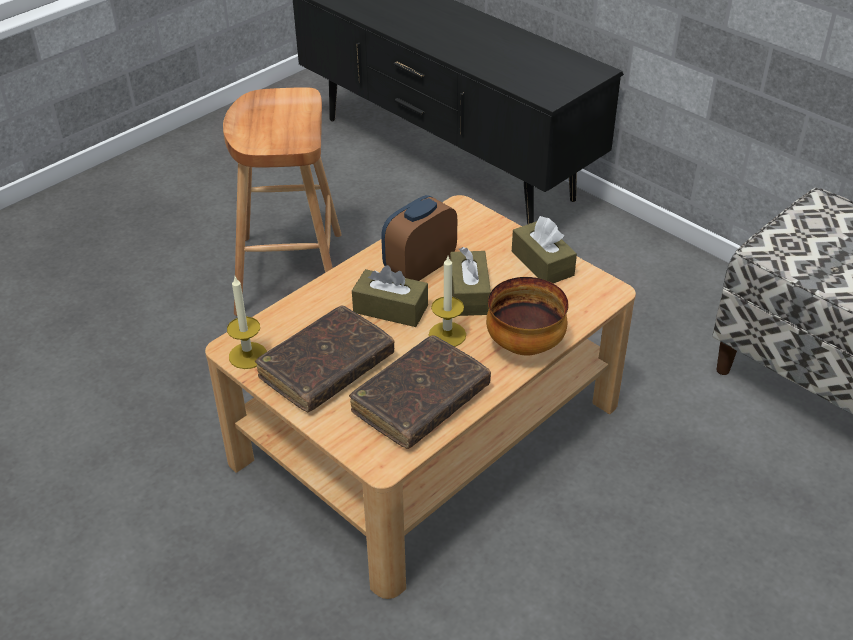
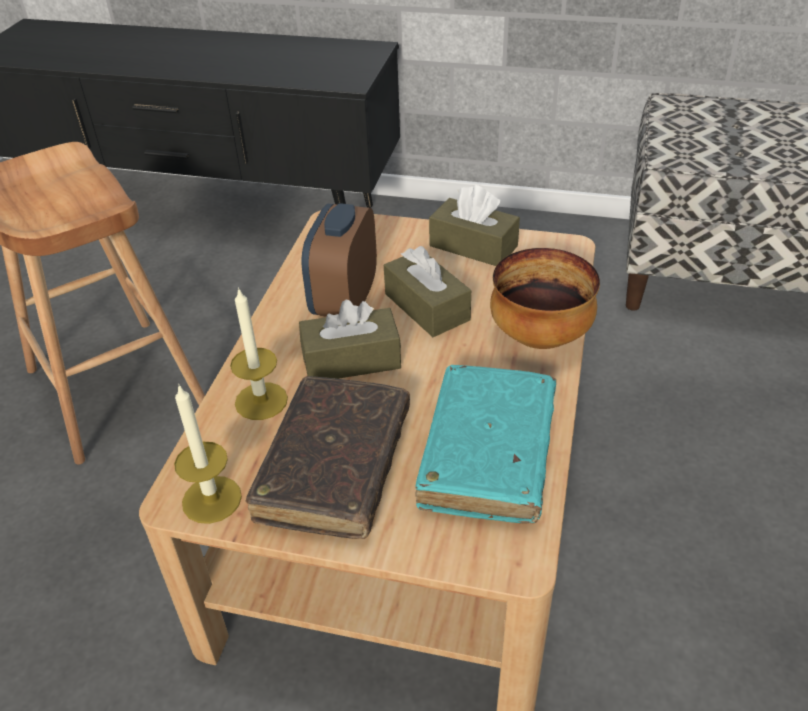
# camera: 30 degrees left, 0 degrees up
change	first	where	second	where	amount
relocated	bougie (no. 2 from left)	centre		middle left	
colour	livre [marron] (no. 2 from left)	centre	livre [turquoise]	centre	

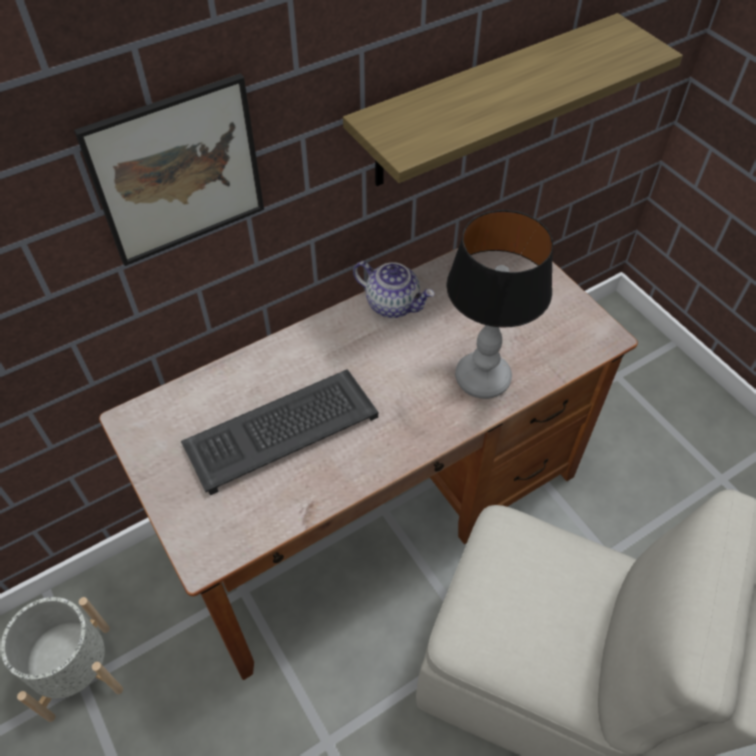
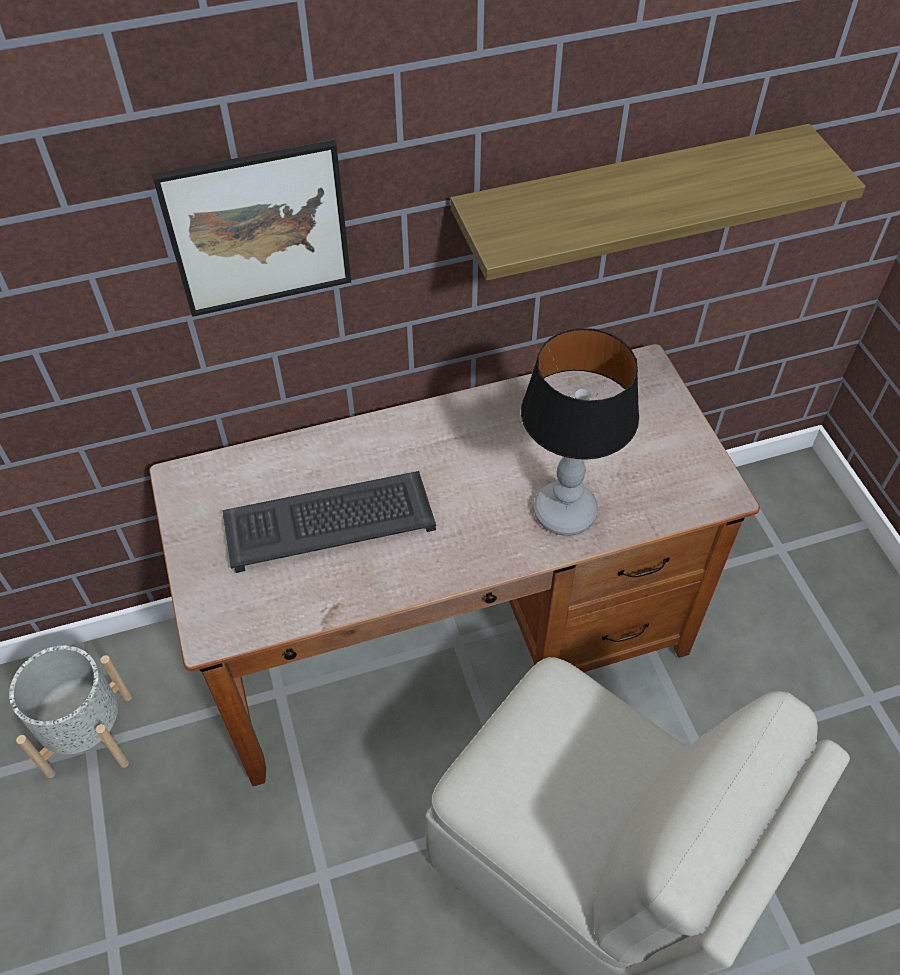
# camera: 15 degrees right, 0 degrees up
change	first	where	second	where	amount
missing	théière	centre			

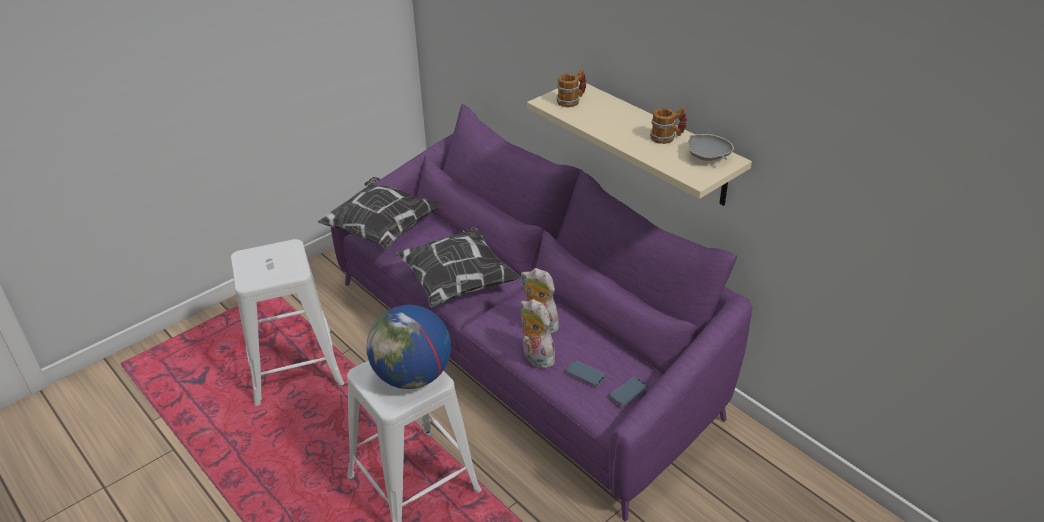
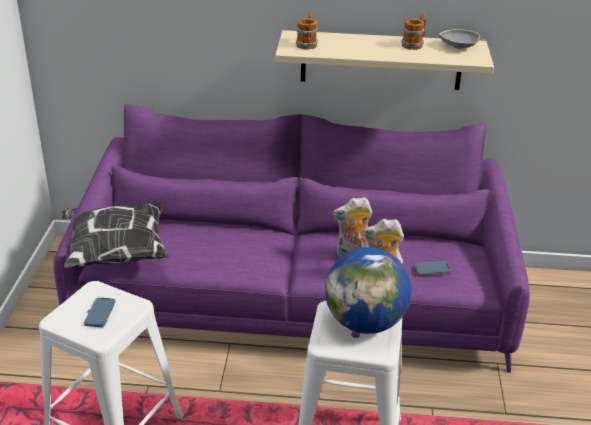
# camera: 45 degrees left, 5 degrees down
change	first	where	second	where	amount
missing	coussin (no. 2 from left)	centre			
relocated	téléphone (no. 2 from left in the first image)	bottom centre	téléphone (no. 1 from left)	bottom left	

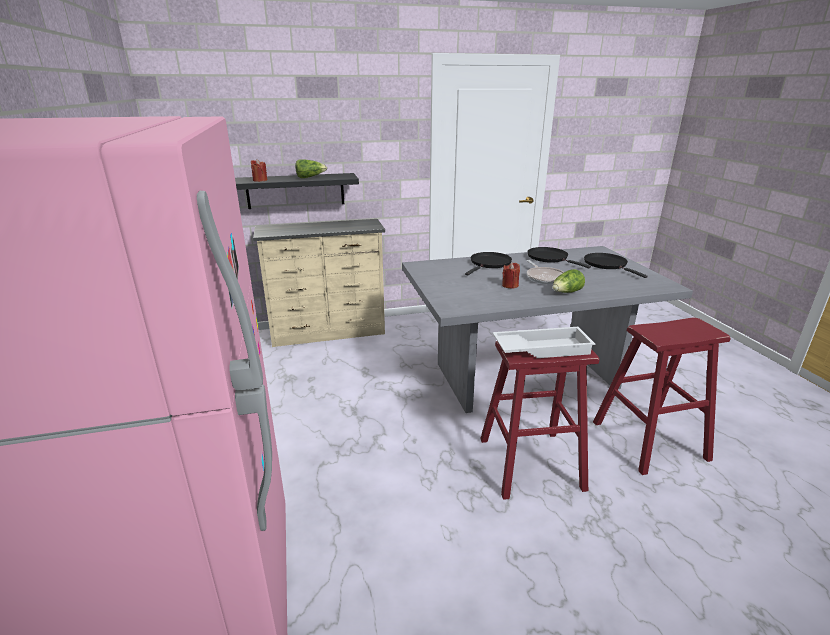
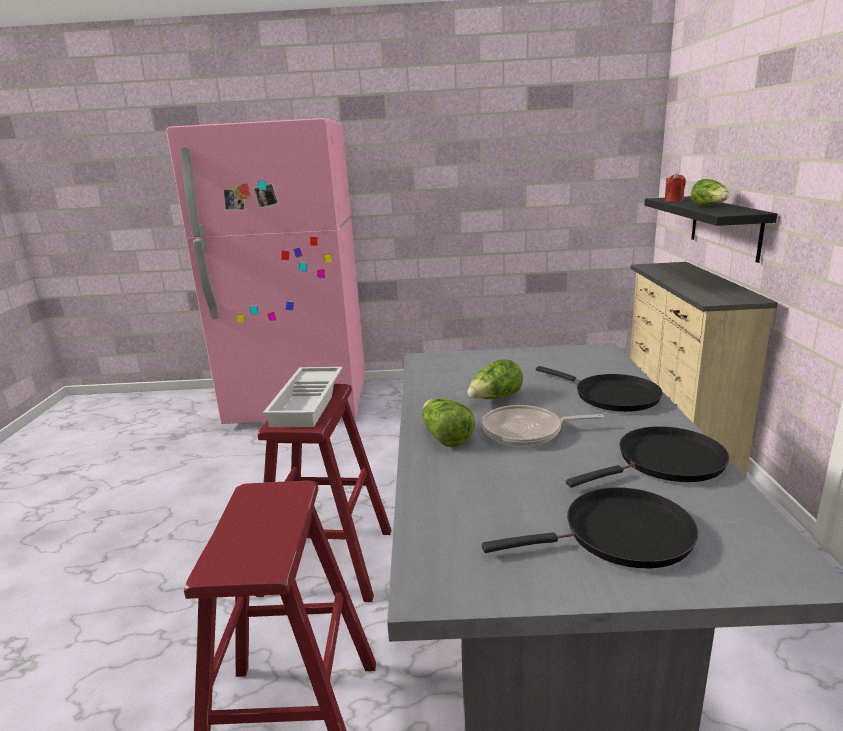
# camera: 105 degrees right, 5 degrees down
change	first	where	second	where	amount
exchanged	bougie [rouge] (no. 2 from left)	centre	laitue (no. 2 from left)	centre	

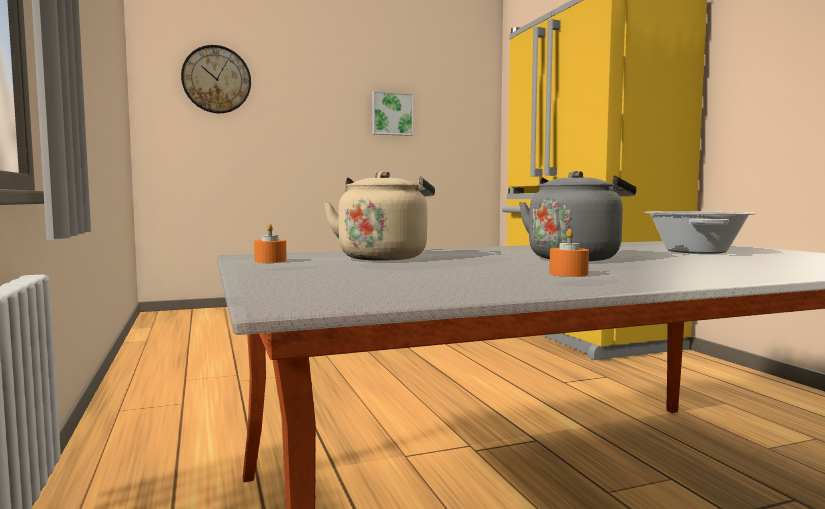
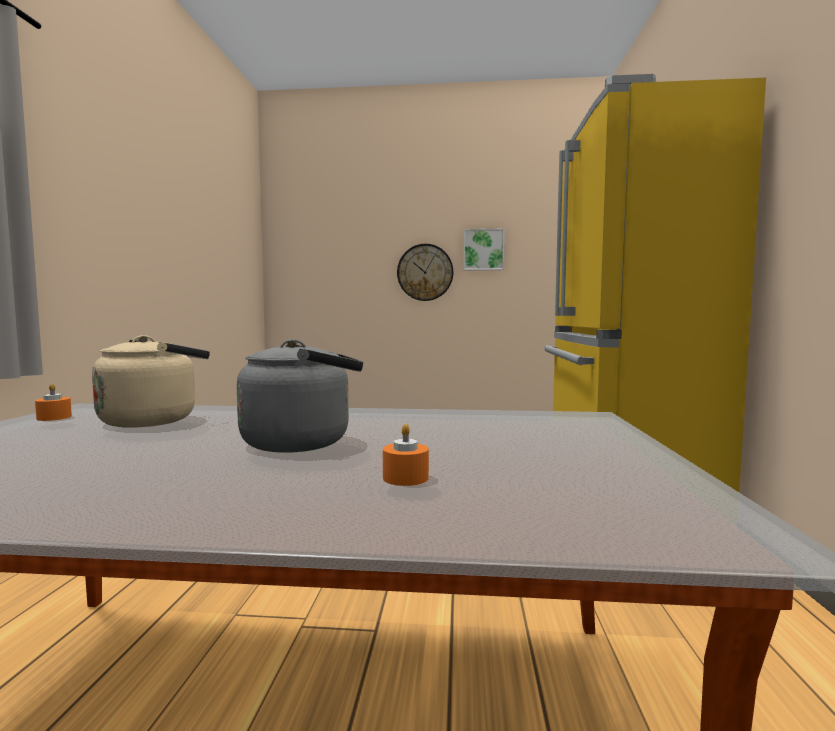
# camera: 25 degrees right, 0 degrees up
change	first	where	second	where	amount
missing	marmite	middle right			
relocated	horloge murale	top left		centre	
relocated	bougie [orange] (no. 2 from left)	middle right		centre	

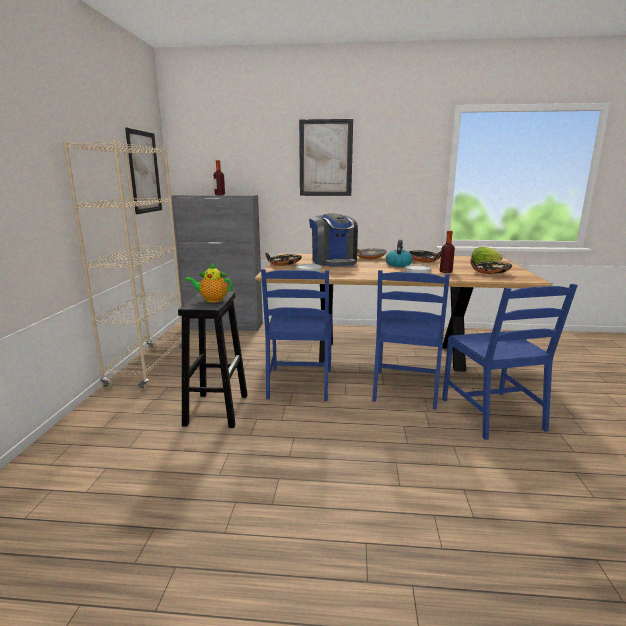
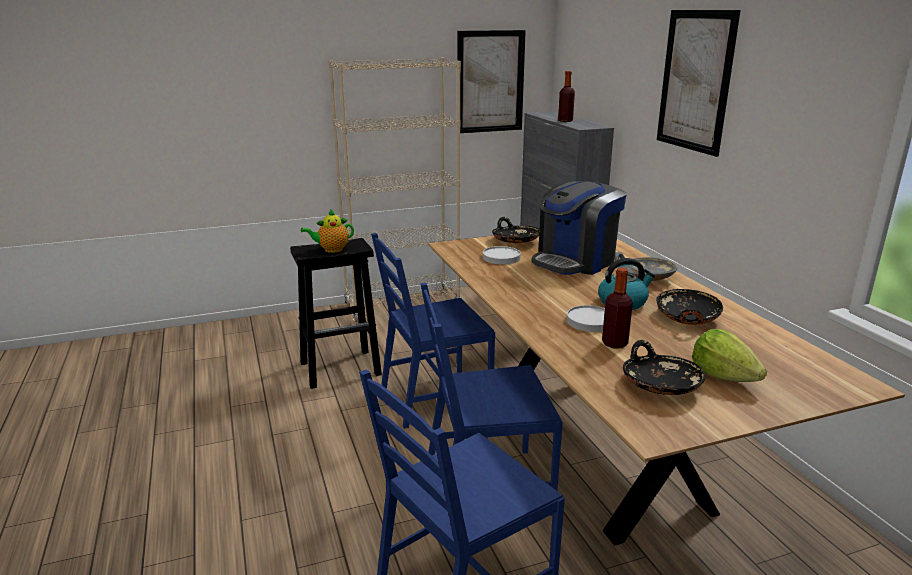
# camera: 65 degrees right, 5 degrees up
change	first	where	second	where	amount
spun	théière	middle left		centre	90 degrees counterclockwise

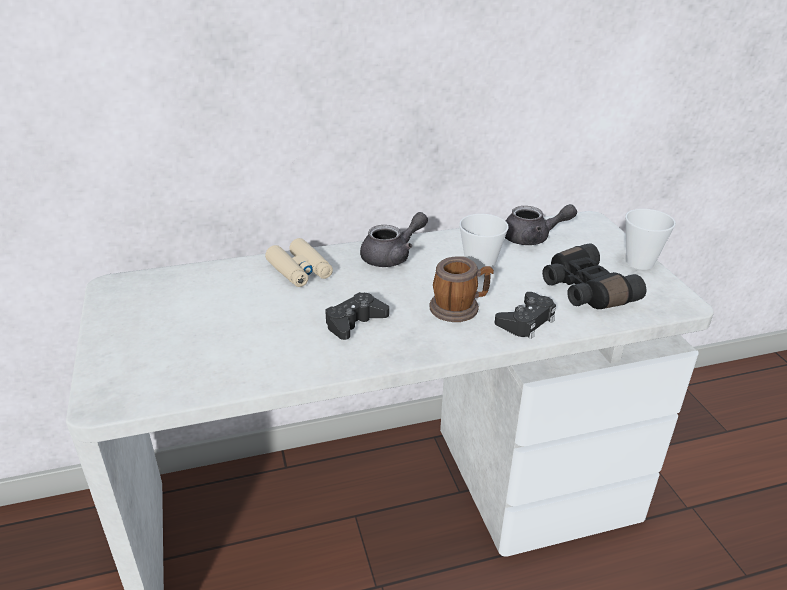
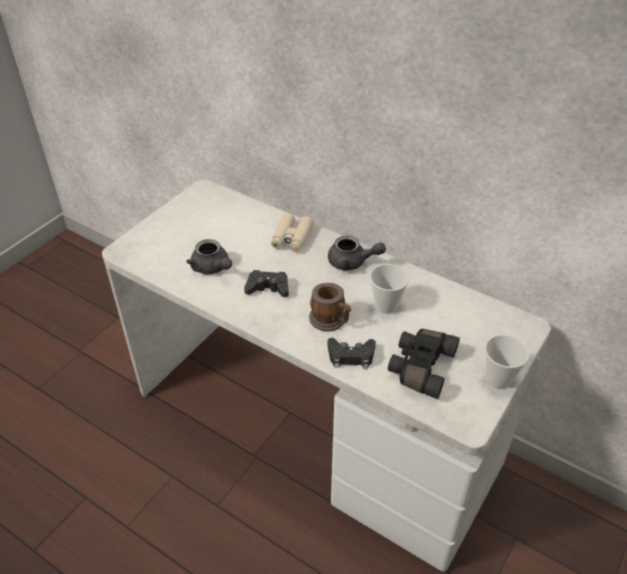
# camera: 50 degrees right, 10 degrees up
change	first	where	second	where	amount
relocated	théière [gris] (no. 2 from left in the first image)	middle right	théière [gris] (no. 1 from left)	centre	

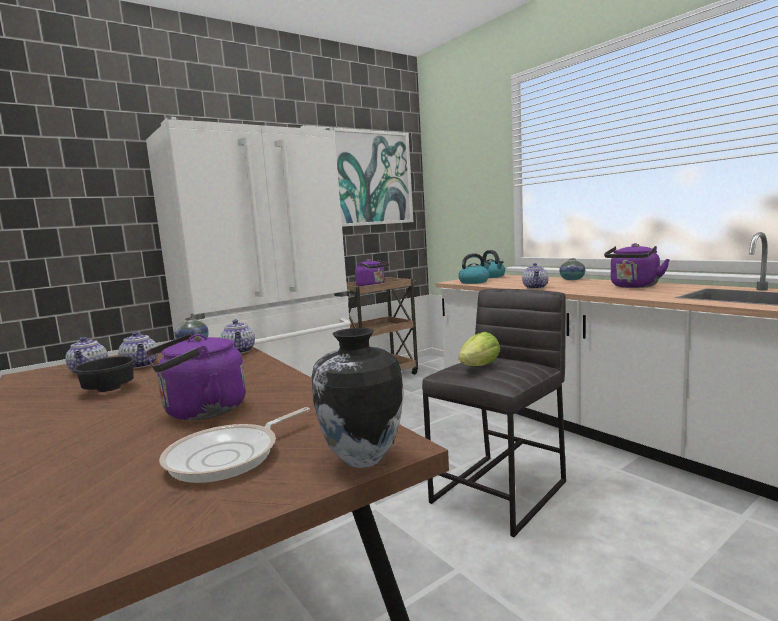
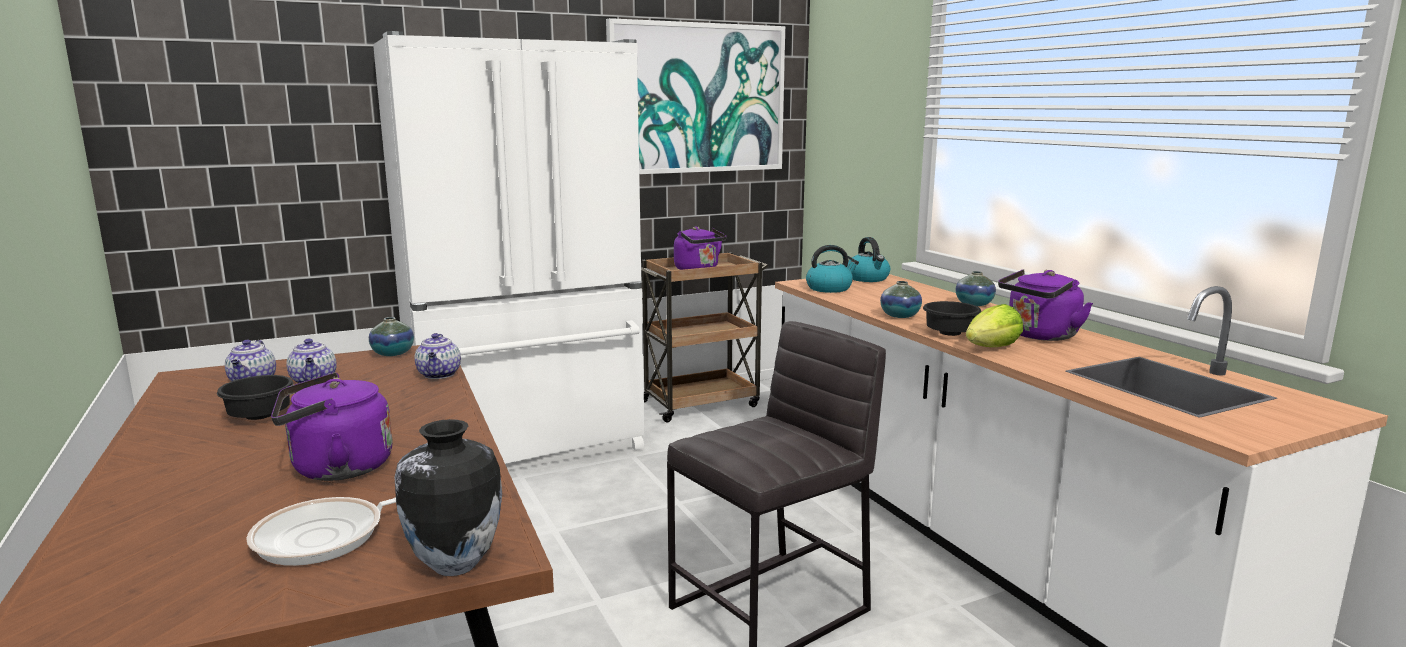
# camera: 10 degrees right, 5 degrees up
change	first	where	second	where	amount
appeared			bol [noir] (no. 2 from left)	middle right	
relocated	laitue	centre		middle right	
exchanged	théière (no. 4 from left)	middle right	vase (no. 3 from left)	centre	

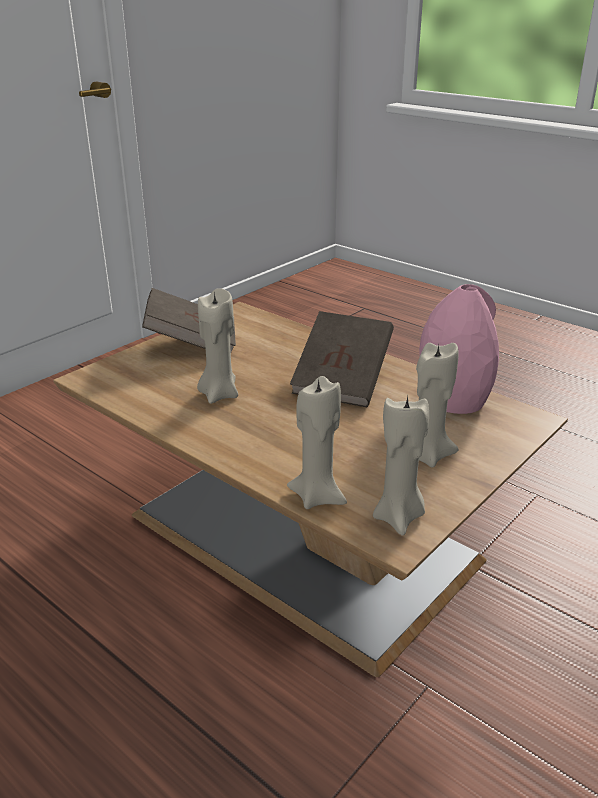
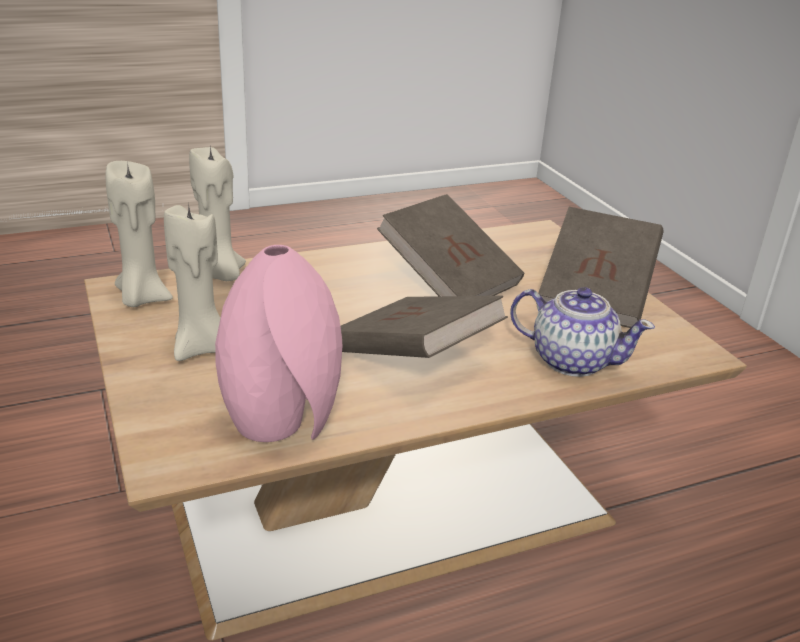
# camera: 115 degrees right, 0 degrees up
change	first	where	second	where	amount
appeared			théière	middle right	
exchanged	bougie [beige] (no. 1 from left)	centre	livre [marron] (no. 2 from left)	centre	

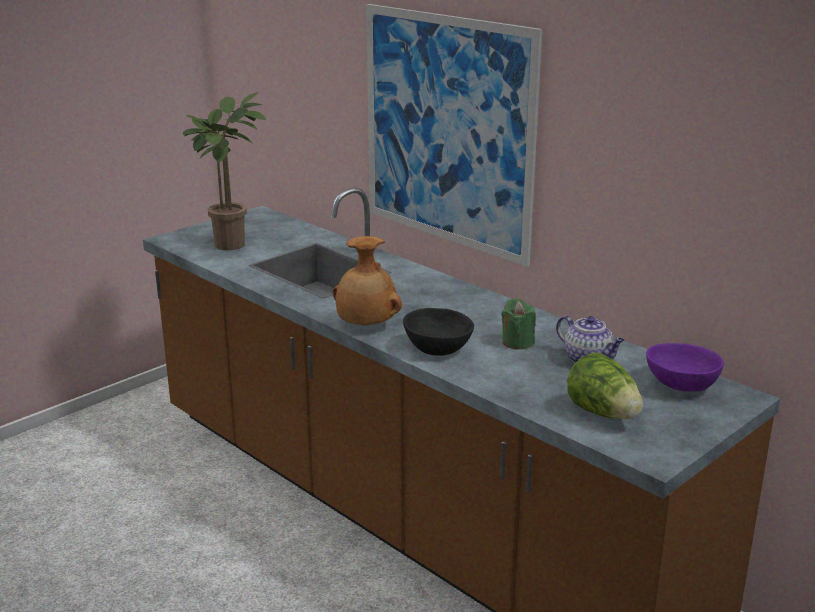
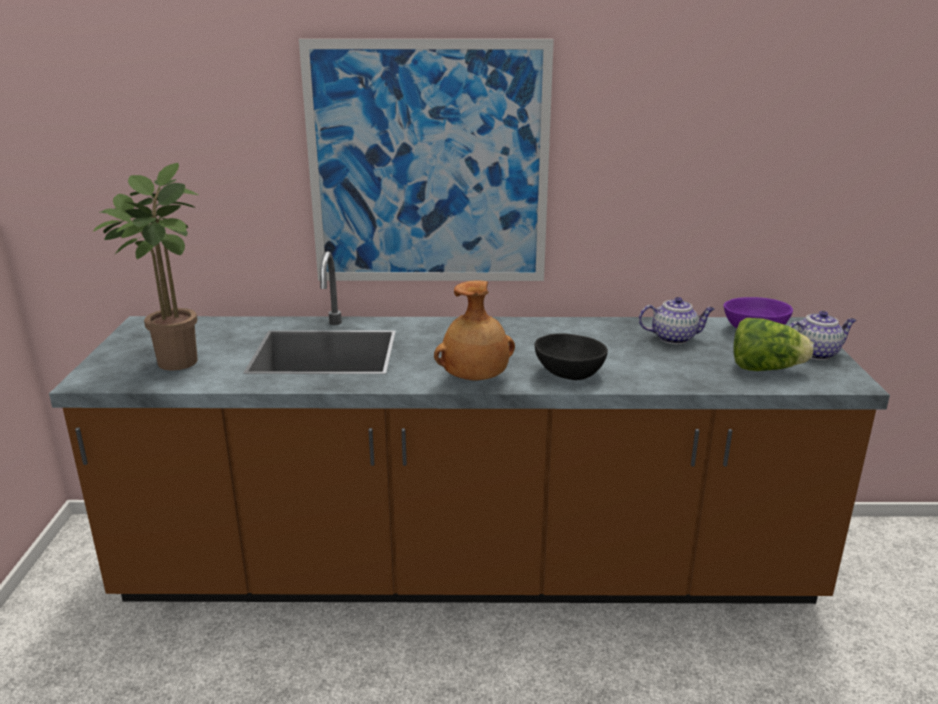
# camera: 45 degrees left, 0 degrees up
change	first	where	second	where	amount
missing	bougie [vert]	centre			
appeared			théière (no. 2 from left)	middle right	

